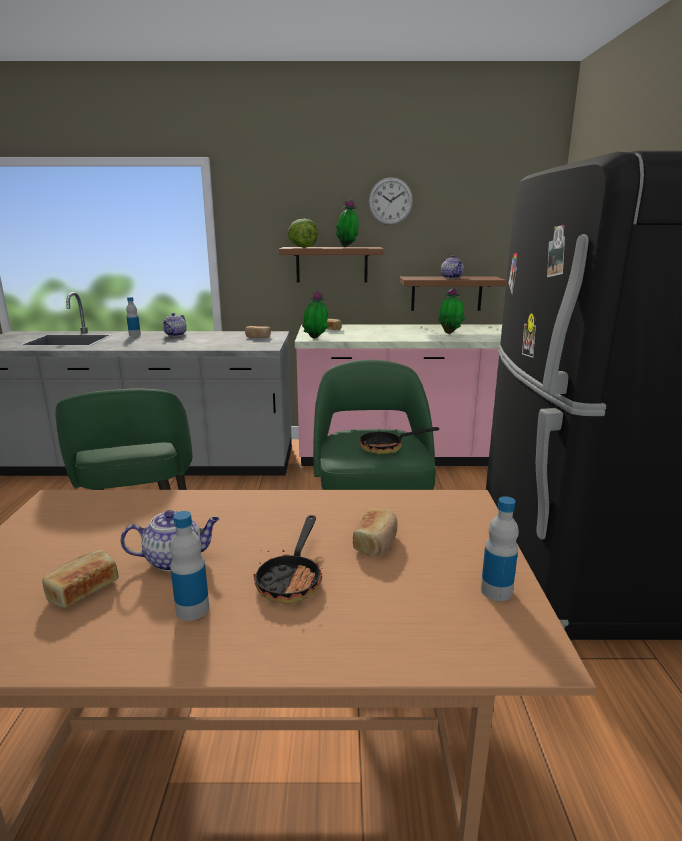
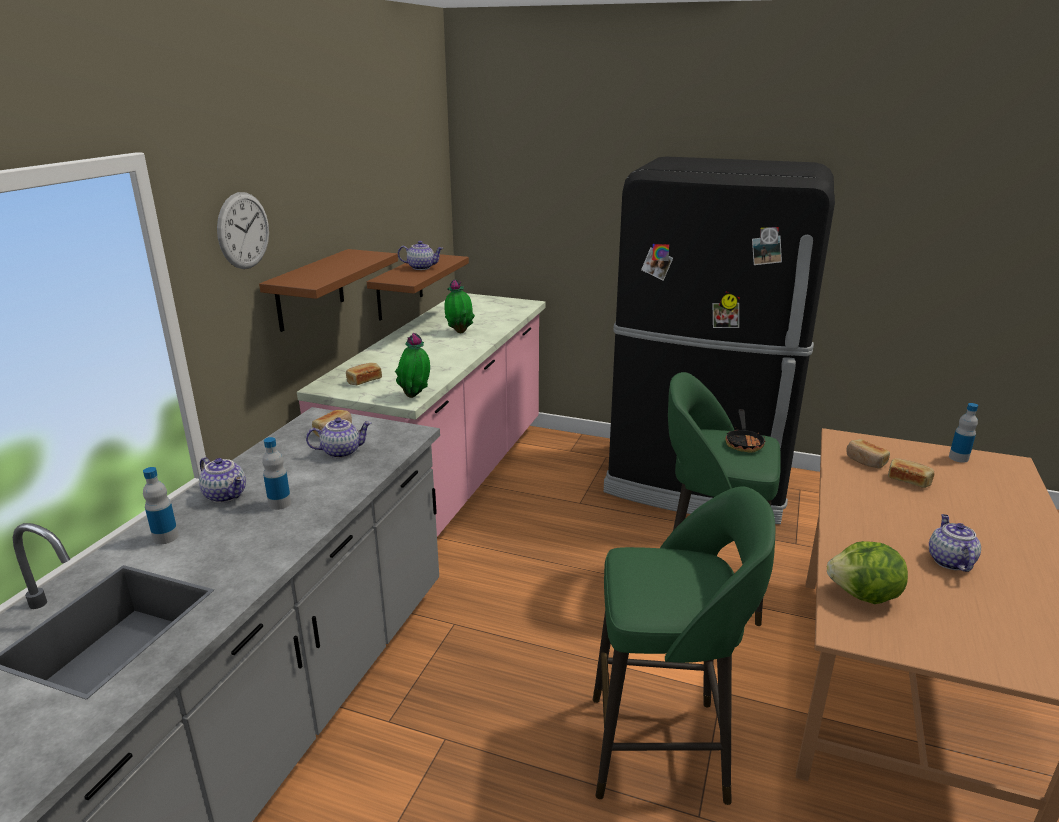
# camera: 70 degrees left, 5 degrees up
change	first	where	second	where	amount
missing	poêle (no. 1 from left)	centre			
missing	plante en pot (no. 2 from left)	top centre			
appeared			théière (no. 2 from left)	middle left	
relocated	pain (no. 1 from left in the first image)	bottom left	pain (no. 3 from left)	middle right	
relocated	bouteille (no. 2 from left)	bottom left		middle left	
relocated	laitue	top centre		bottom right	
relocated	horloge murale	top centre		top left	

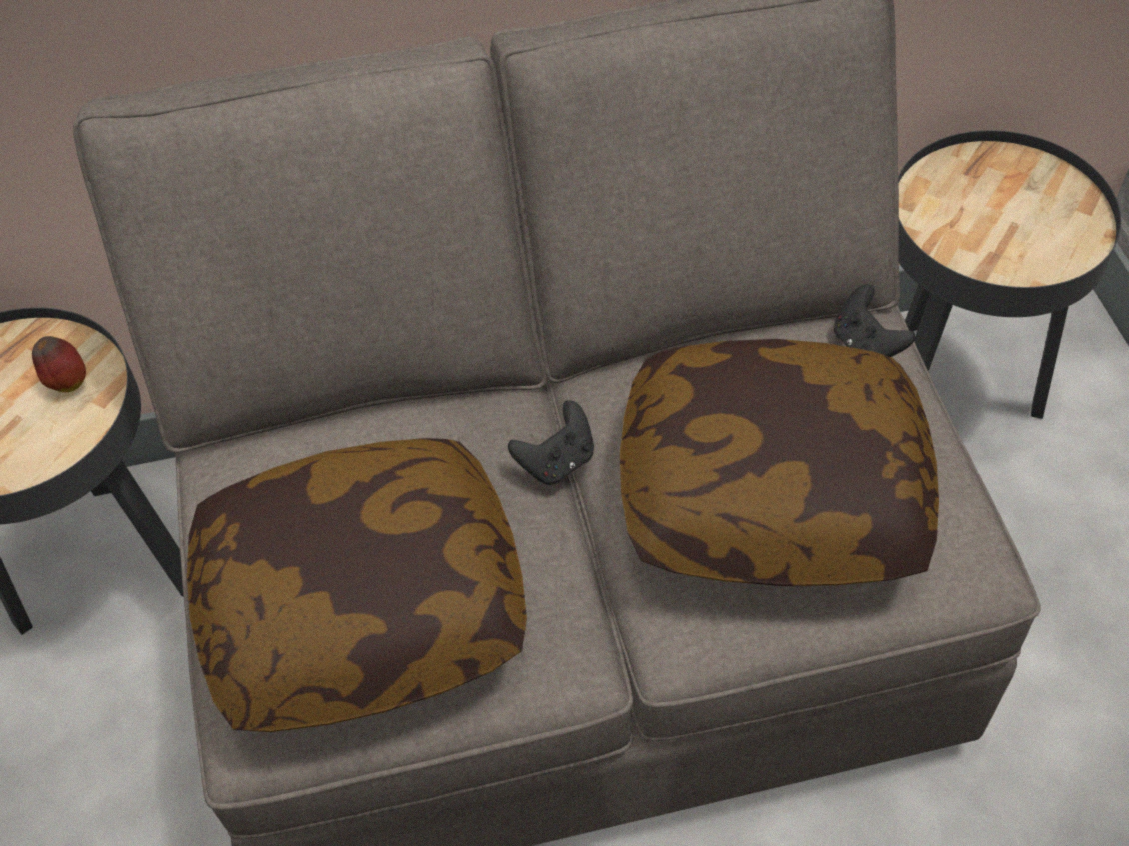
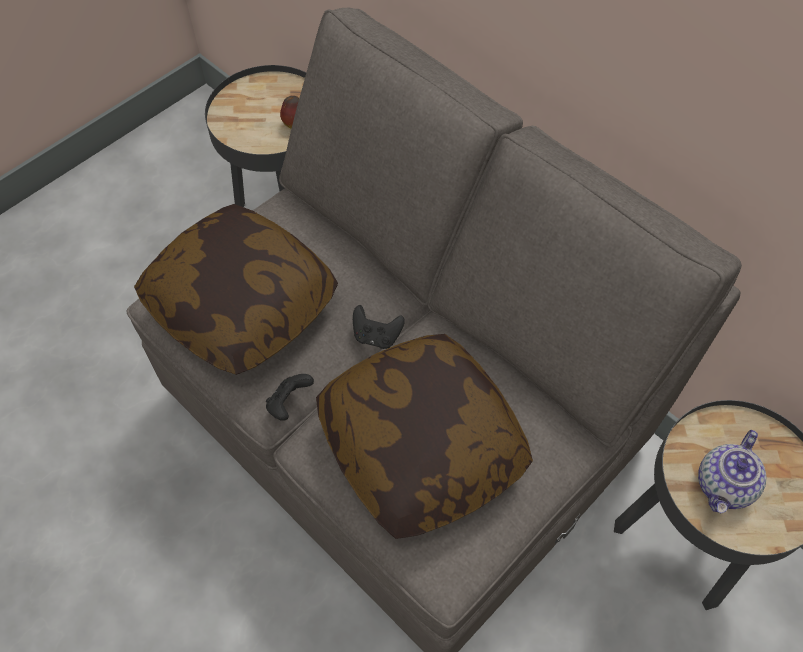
# camera: 55 degrees right, 5 degrees up
change	first	where	second	where	amount
appeared			théière	bottom right	
relocated	manette [noir] (no. 2 from left in the first image)	middle right	manette [noir] (no. 1 from left)	centre	

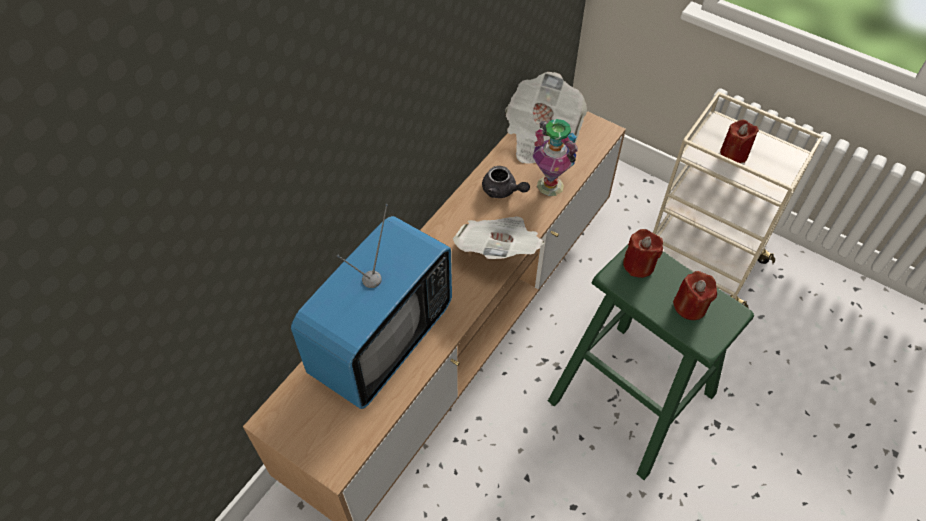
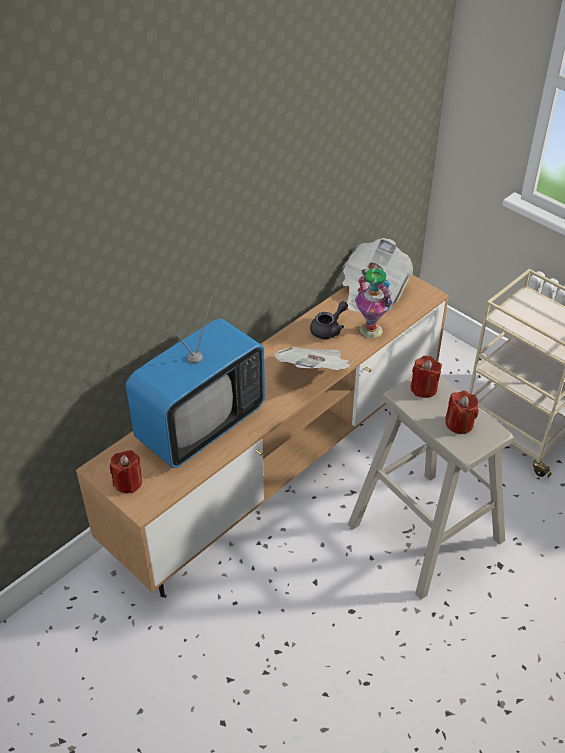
# camera: 10 degrees right, 10 degrees down
change	first	where	second	where	amount
relocated	bougie [rouge] (no. 3 from left in the first image)	top right	bougie [rouge] (no. 1 from left)	middle left	
colour	tabouret [vert]	bottom right	tabouret [beige]	middle right	
spun	théière [gris]	centre		centre	90 degrees counterclockwise

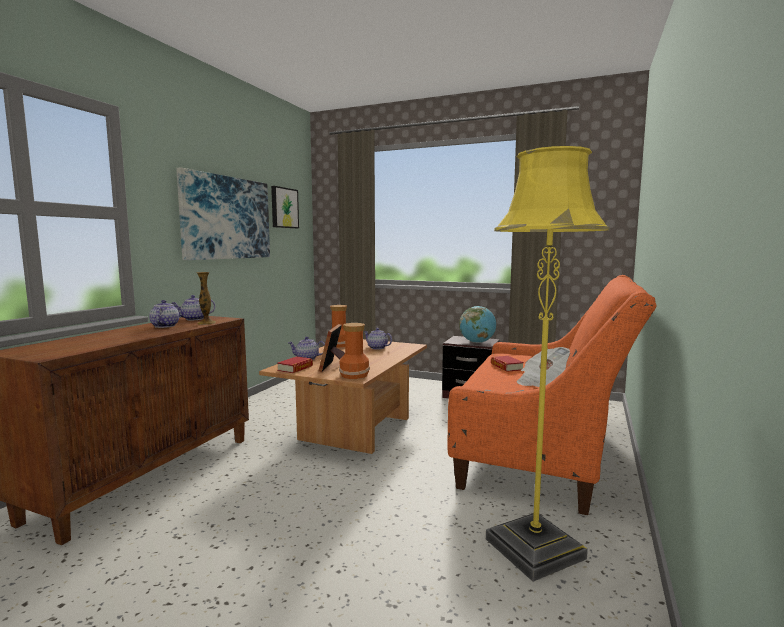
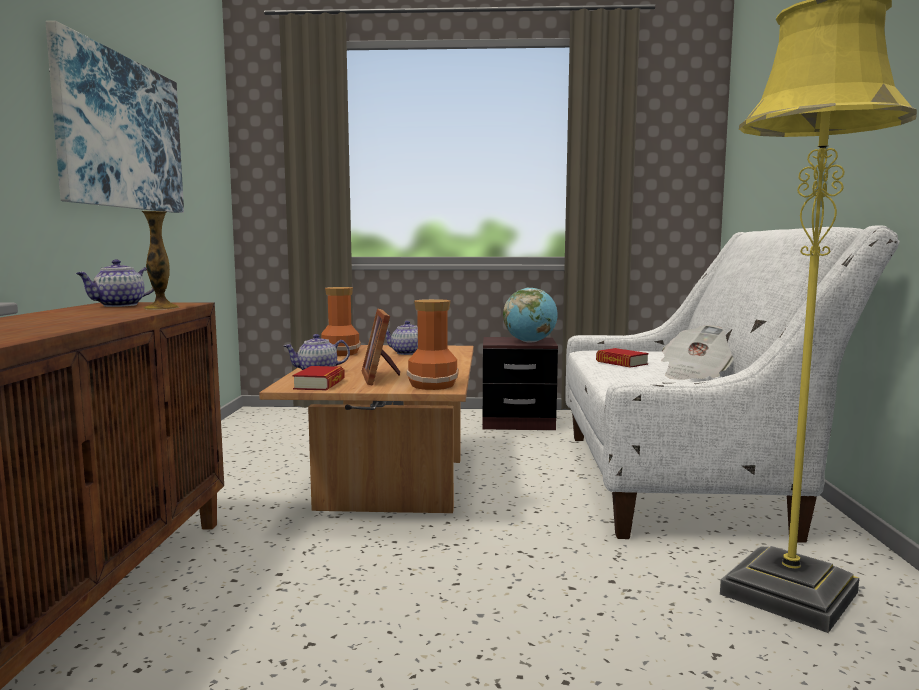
# camera: 20 degrees left, 0 degrees up
change	first	where	second	where	amount
missing	théière (no. 1 from left)	middle left			
missing	tableau (no. 2 from left)	top centre			
colour	canapé [orange]	middle right	canapé [blanc]	middle right	

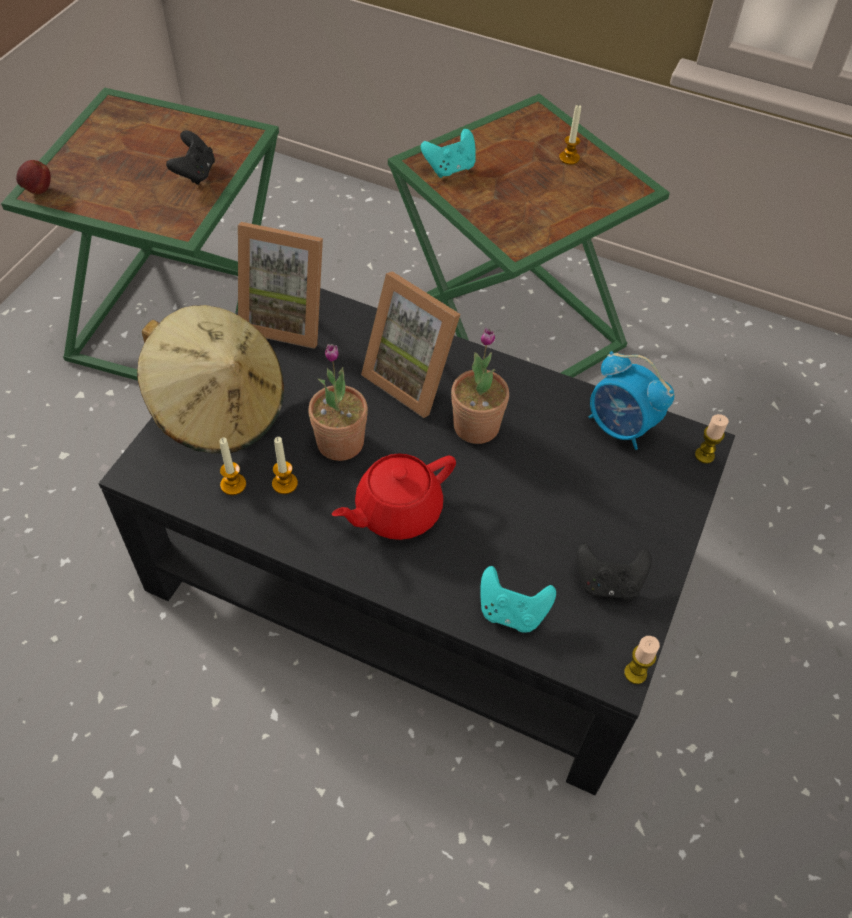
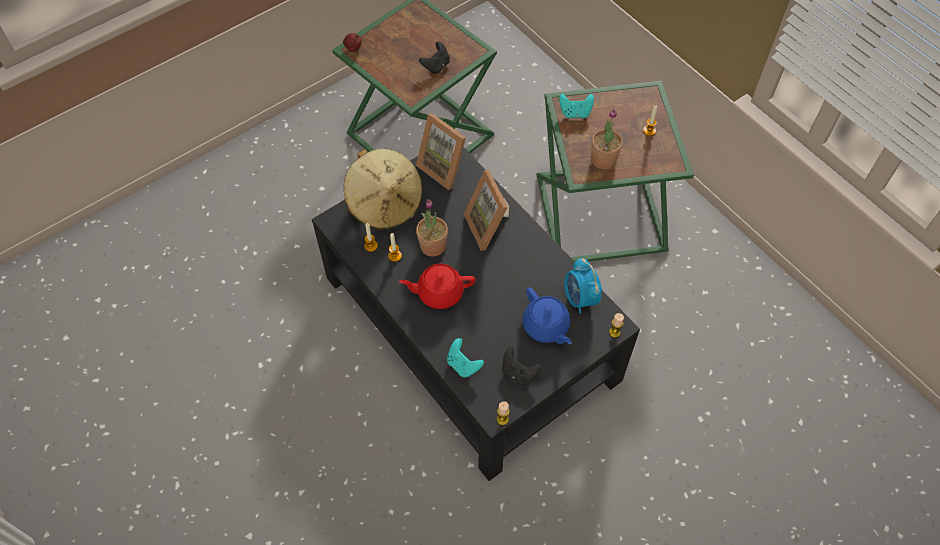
# camera: 30 degrees right, 5 degrees up
change	first	where	second	where	amount
appeared			théière [bleu]	centre	
relocated	plante en pot (no. 2 from left)	centre		top centre	

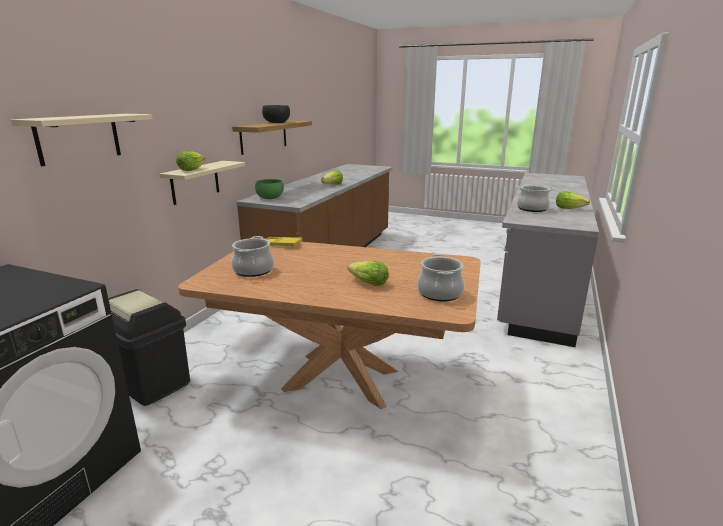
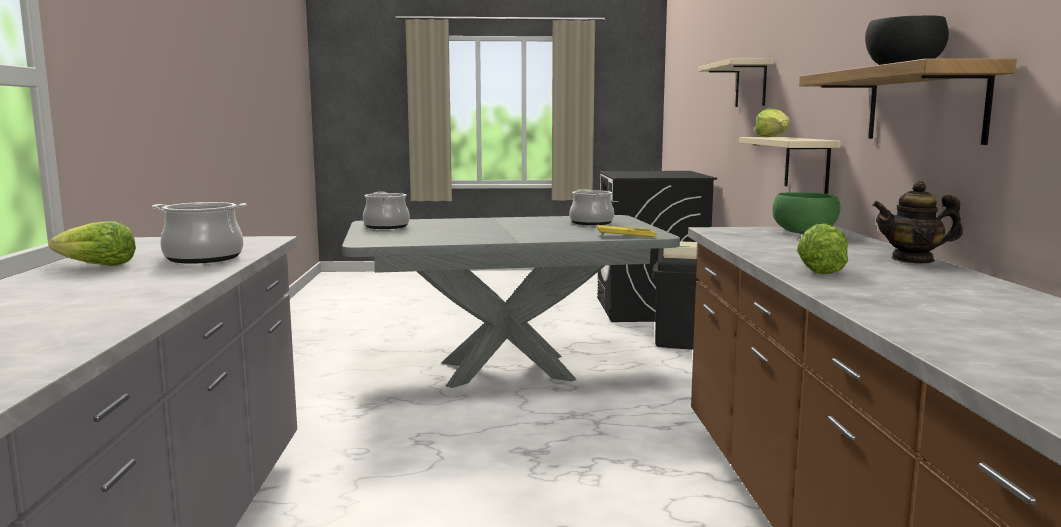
# camera: 155 degrees right, 10 degrees down
change	first	where	second	where	amount
missing	laitue (no. 3 from left)	centre			
appeared			théière	middle right	
colour	table à manger [marron]	centre	table à manger [gris]	centre	

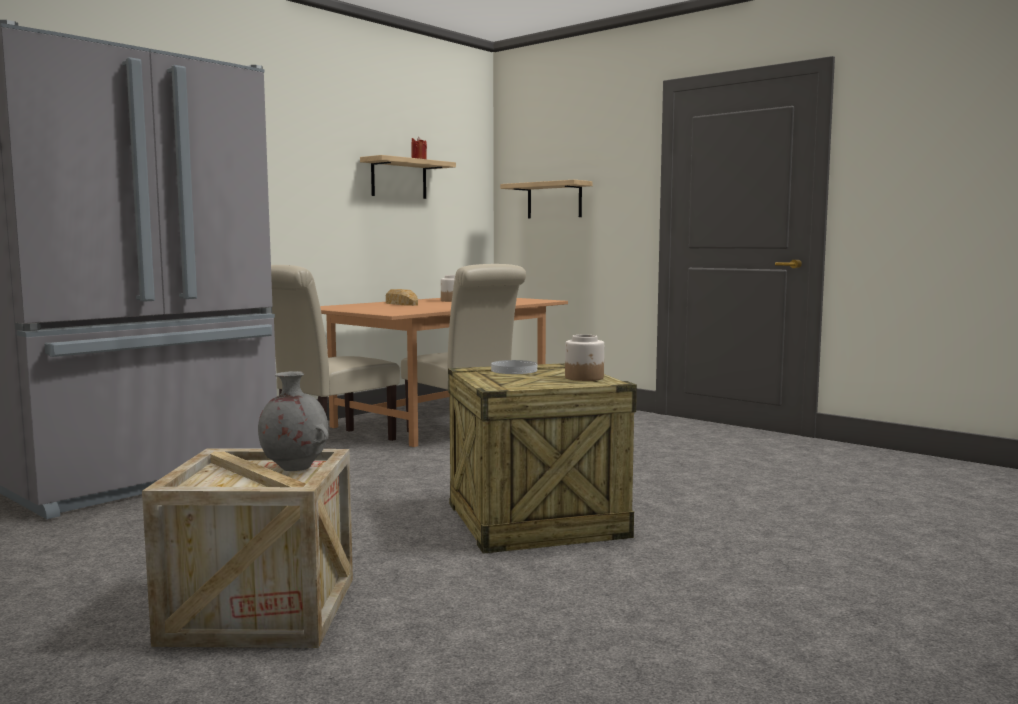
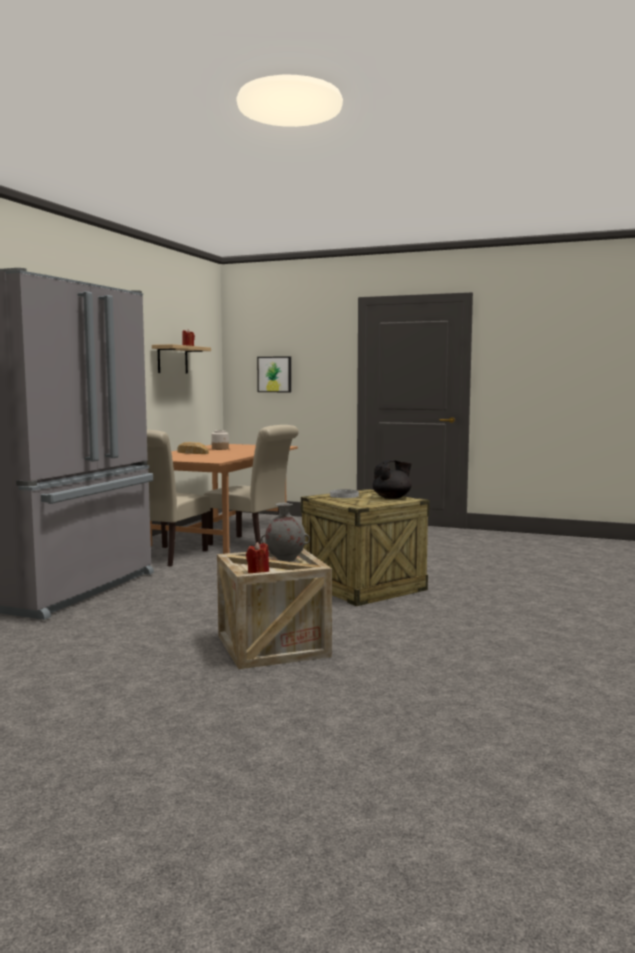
# camera: 20 degrees left, 0 degrees up
change	first	where	second	where	amount
appeared			bougie [rouge] (no. 2 from left)	centre	
exchanged	étagère (no. 2 from left)	top centre	tableau	centre	
exchanged	bocal (no. 2 from left)	centre	théière [noir]	centre	

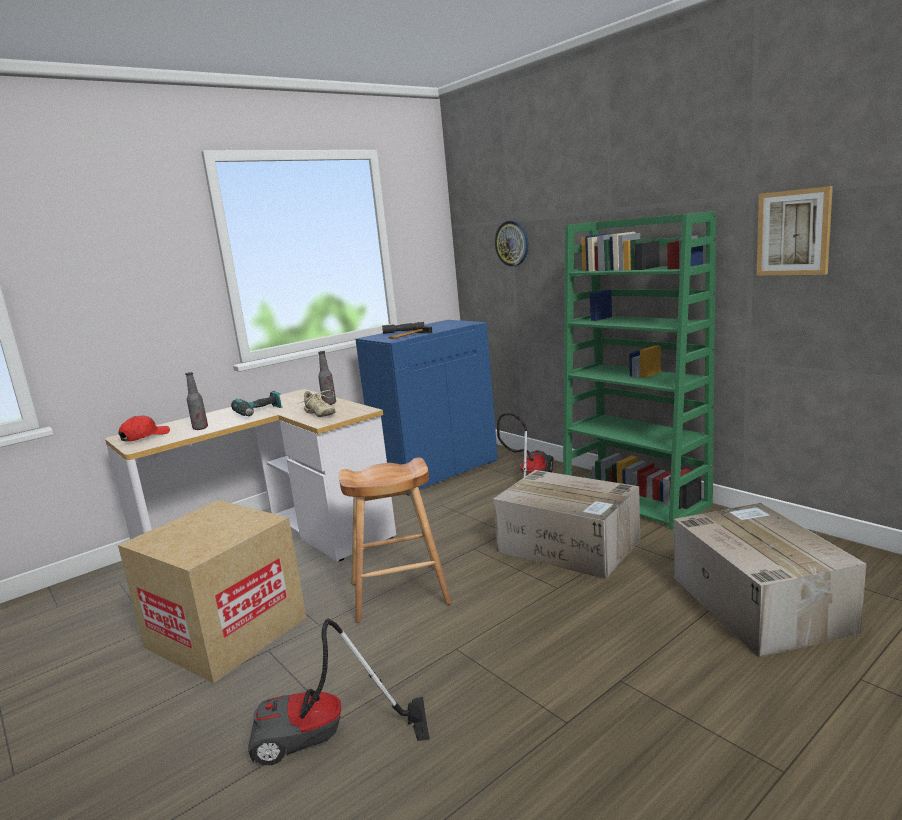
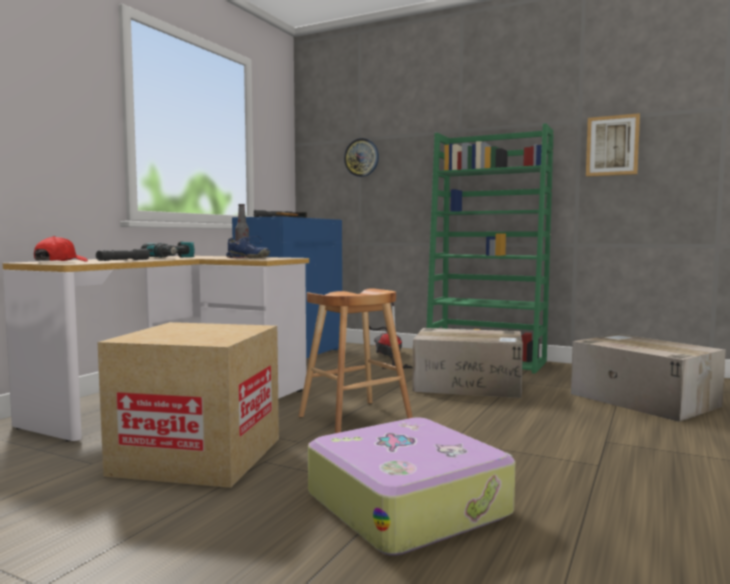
# camera: 25 degrees left, 10 degrees down
change	first	where	second	where	amount
exchanged	bouteille (no. 1 from left)	middle left	lampe de poche [gris] (no. 1 from left)	middle left	
exchanged	aspirateur (no. 1 from left)	bottom centre	valise	bottom centre	
colour	chaussure [beige]	centre	chaussure [bleu]	centre	

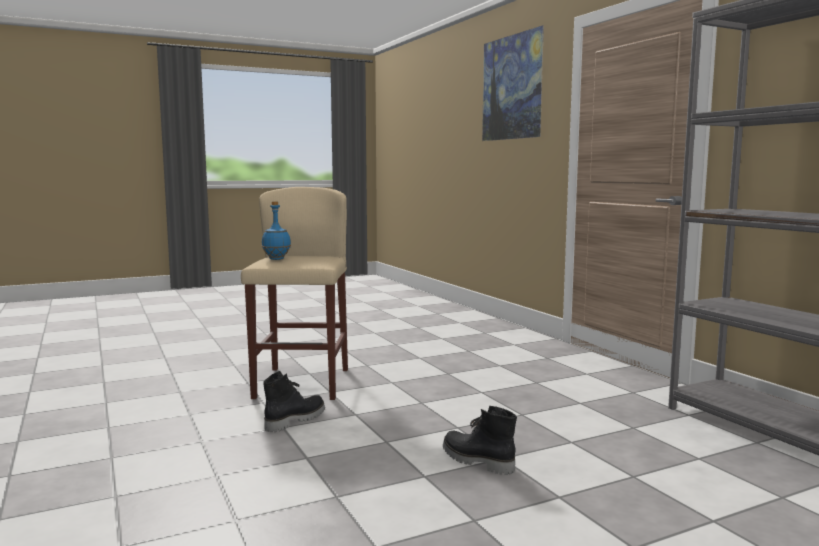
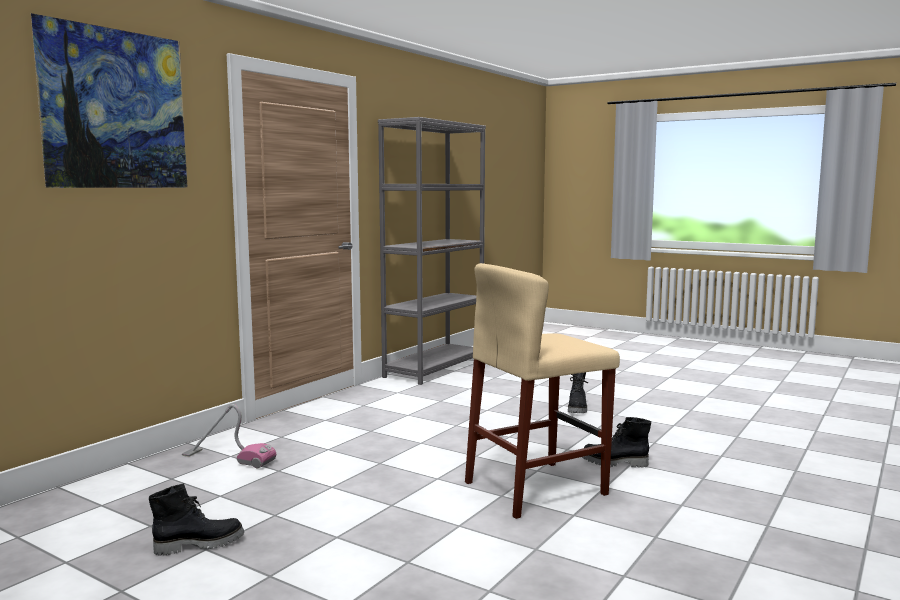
# camera: 120 degrees left, 0 degrees up
change	first	where	second	where	amount
missing	bouteille [bleu]	centre			
appeared			botte [noir] (no. 1 from left)	bottom left	
appeared			aspirateur	bottom left	

